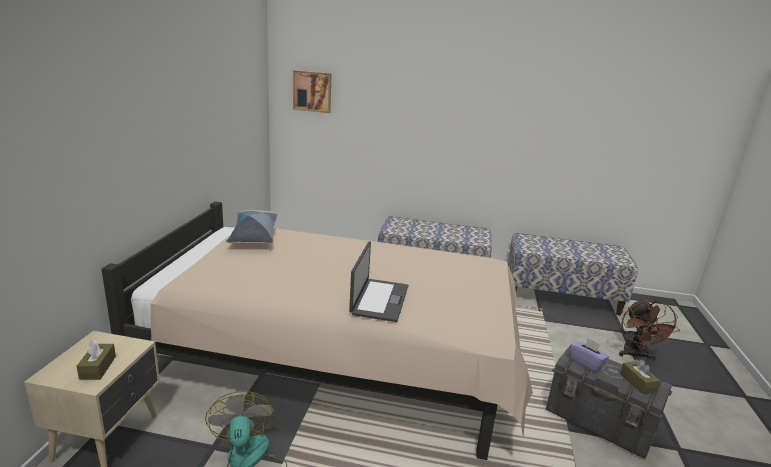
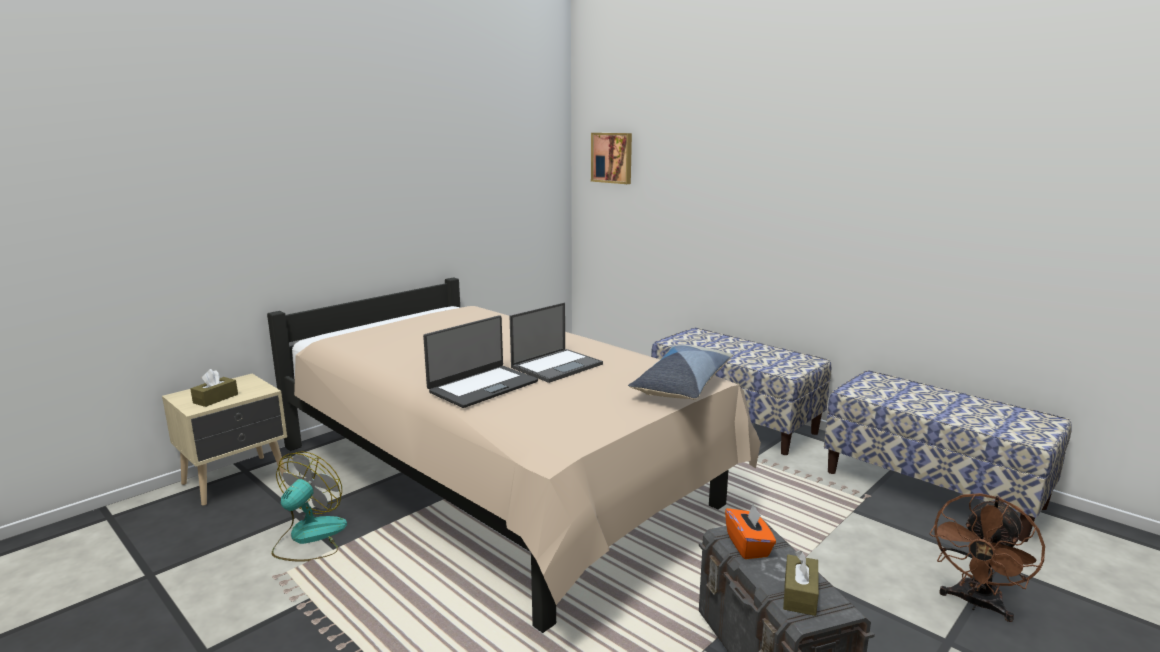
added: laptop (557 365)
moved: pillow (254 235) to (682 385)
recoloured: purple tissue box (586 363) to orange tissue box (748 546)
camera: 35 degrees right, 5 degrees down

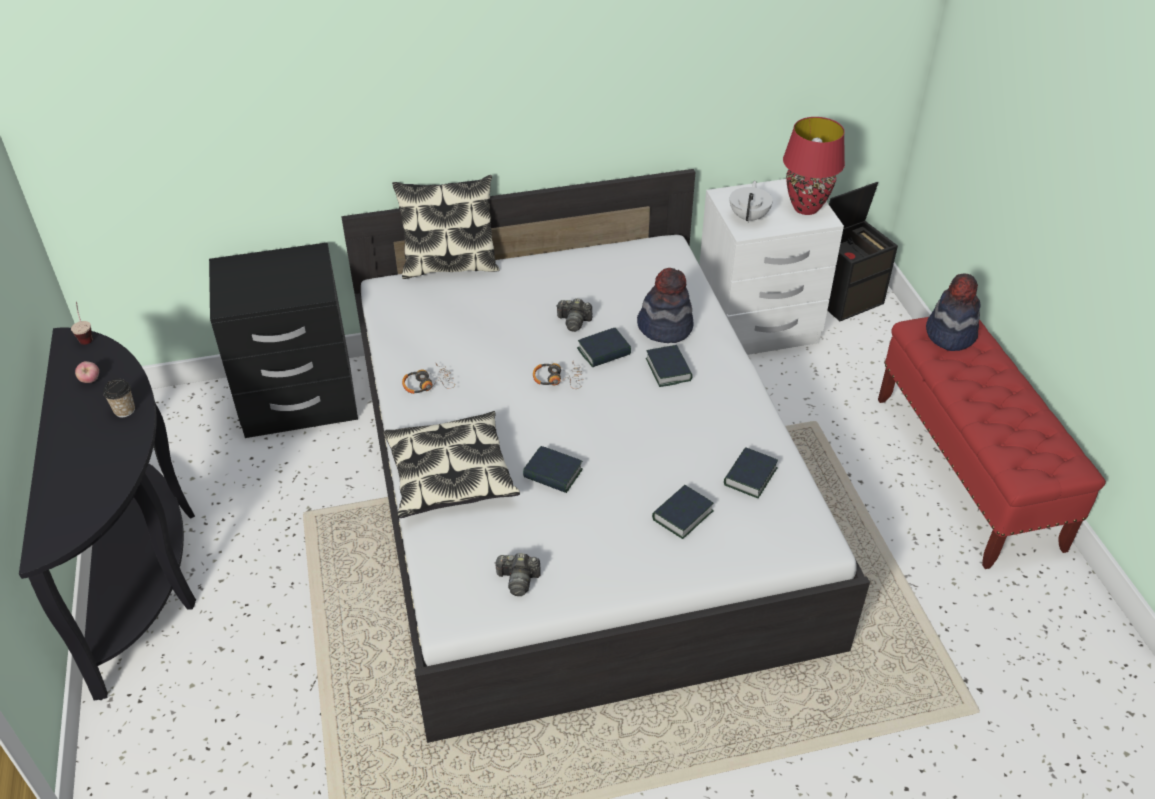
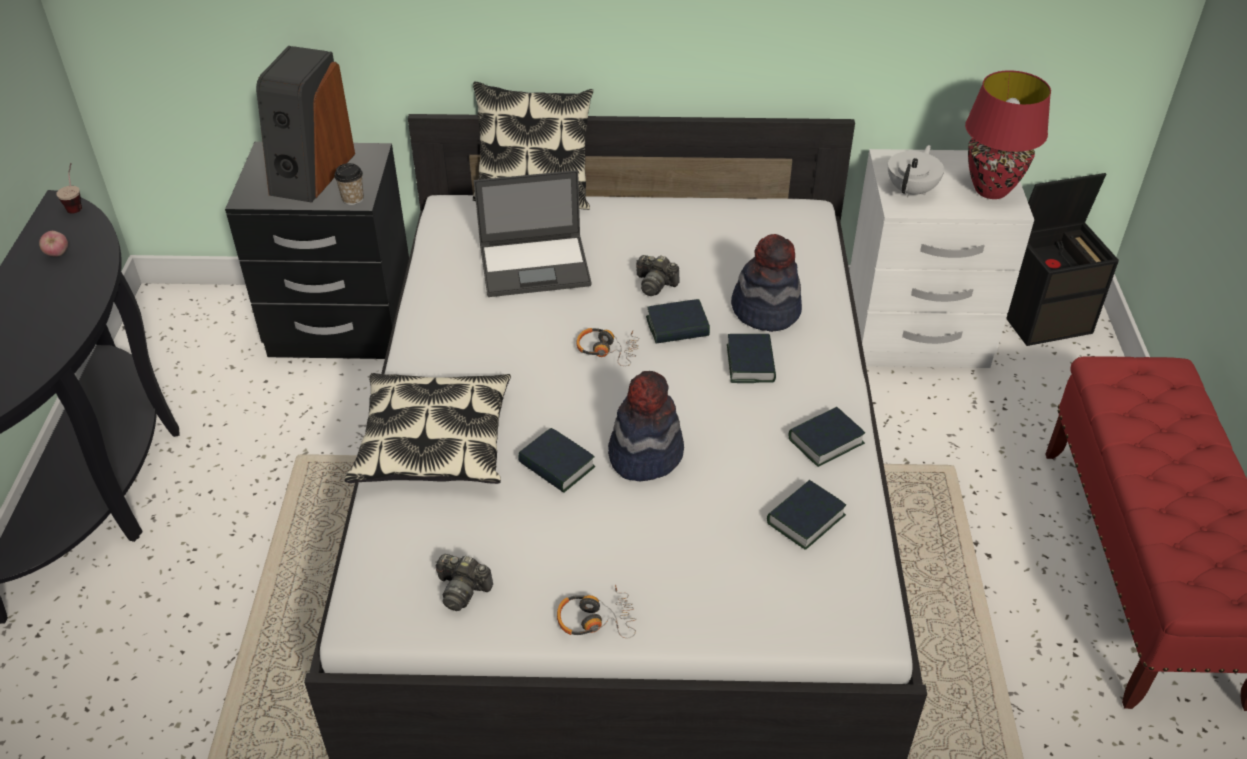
added: speaker (311 173); laptop (536 265)
moved: cup (124 410) to (353 199); headphones (428 384) to (596 619); book (682 515) to (825 441); hat (950 334) to (645 454)
camera: 15 degrees right, 0 degrees up

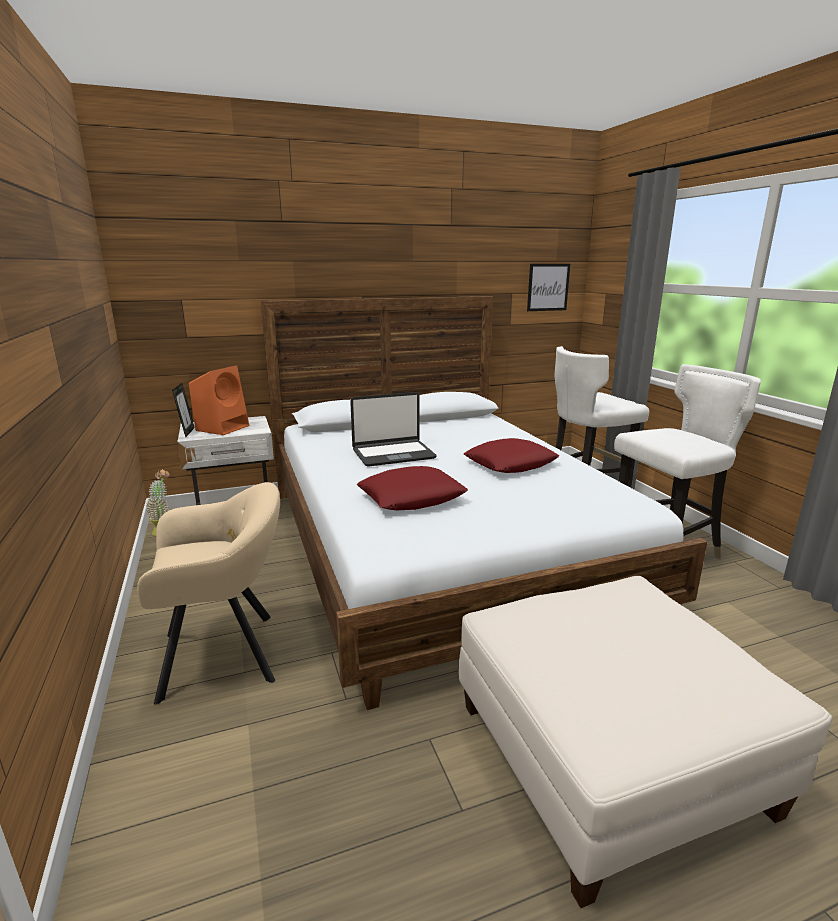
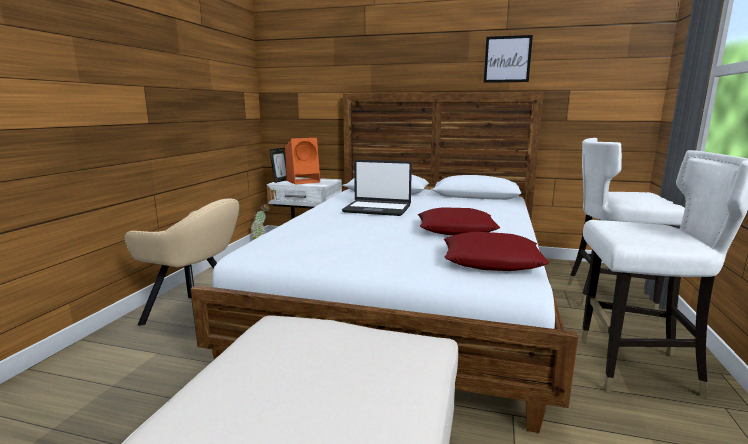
moved: red pillow (412 497) to (492 261); picture (548 287) to (507 59)
camera: 35 degrees right, 5 degrees down

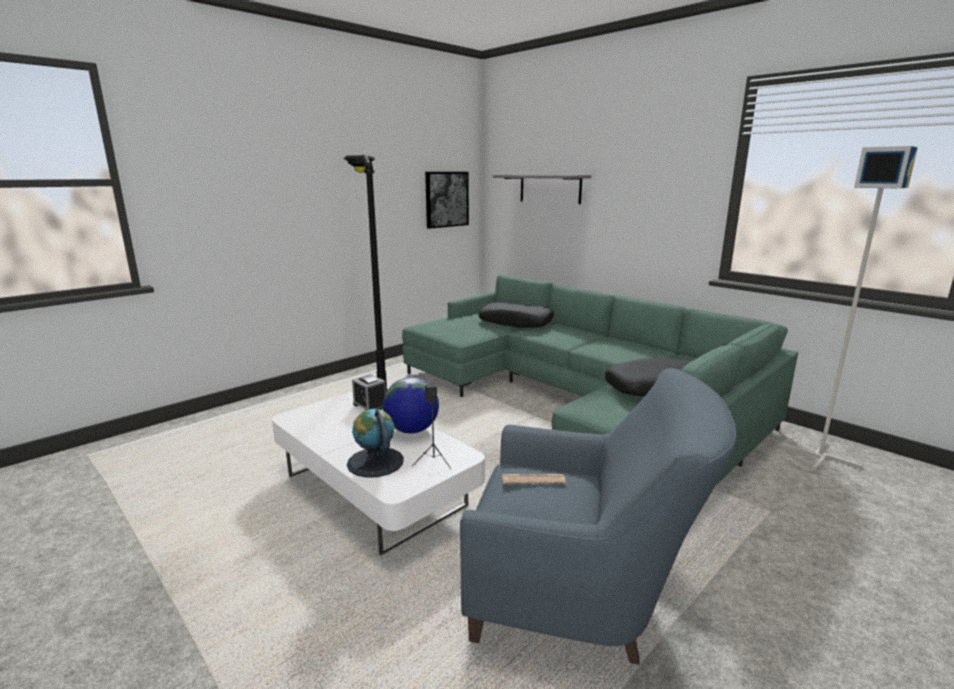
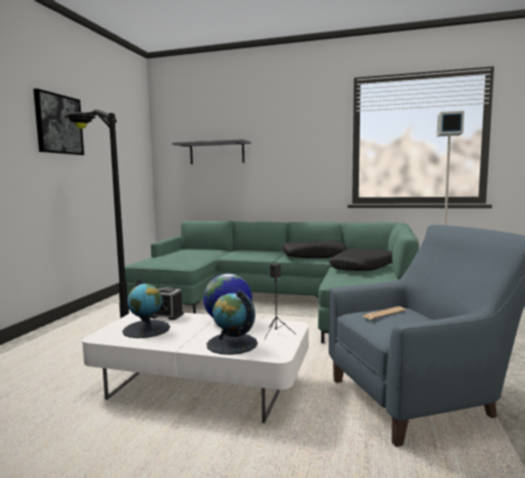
added: globe (146 329)
moved: picture (446 199) to (58 124); black pillow (516 322) to (314 256)
camera: 30 degrees left, 10 degrees down

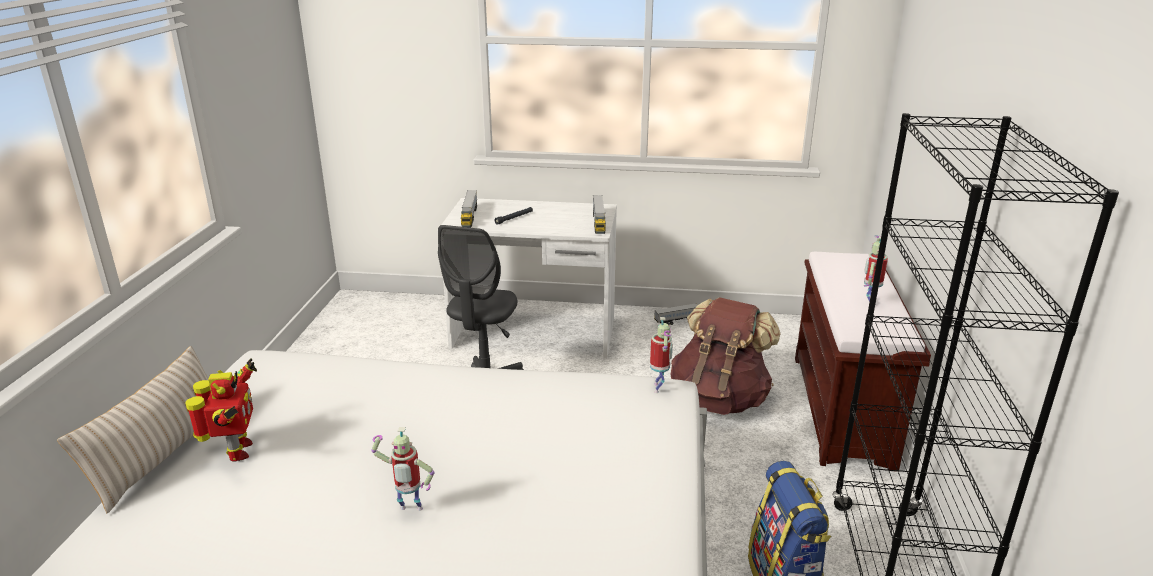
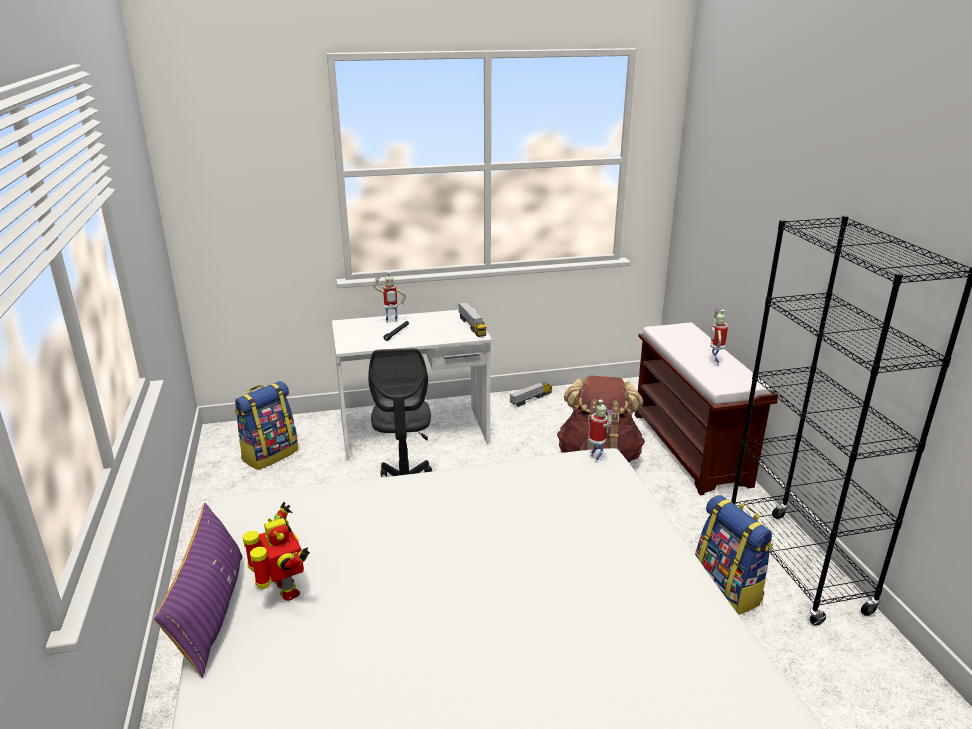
removed: toy truck (469 216)
added: backpack (270 454)
moved: toy robot (409 511) to (391 322)
recoloured: beige pillow (162 455) to purple pillow (211 612)
camera: 20 degrees left, 0 degrees up

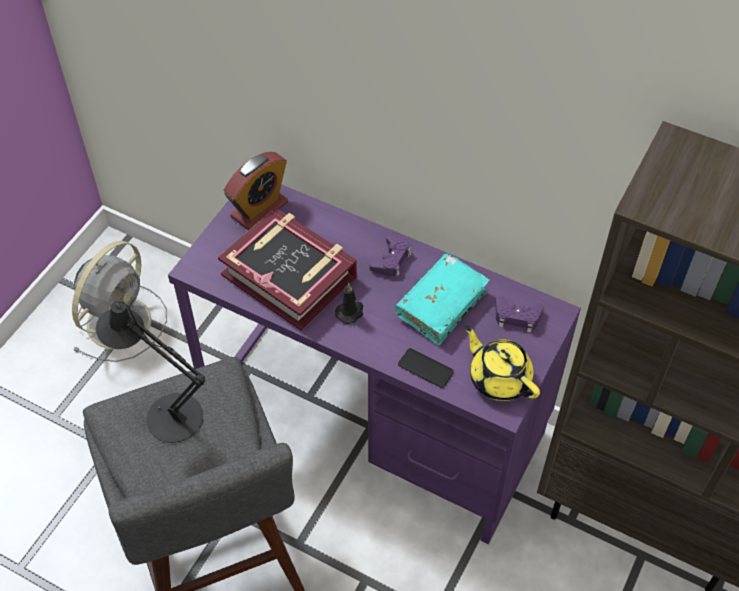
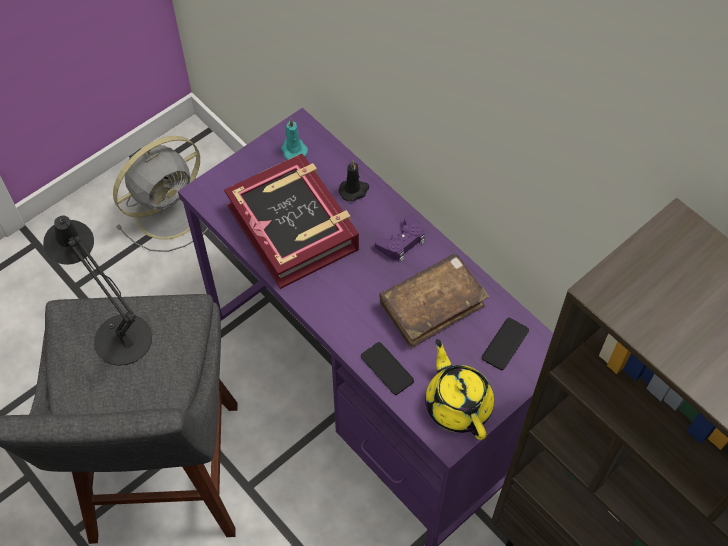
moved: black candle (350 312) to (354 190)
replaced: alarm clock (259 209) to turquoise candle (293 149); purple game controller (517 317) to phone (505 344)
recoloured: turquoise book (441 304) to brown book (432 306)
camera: 20 degrees right, 5 degrees up

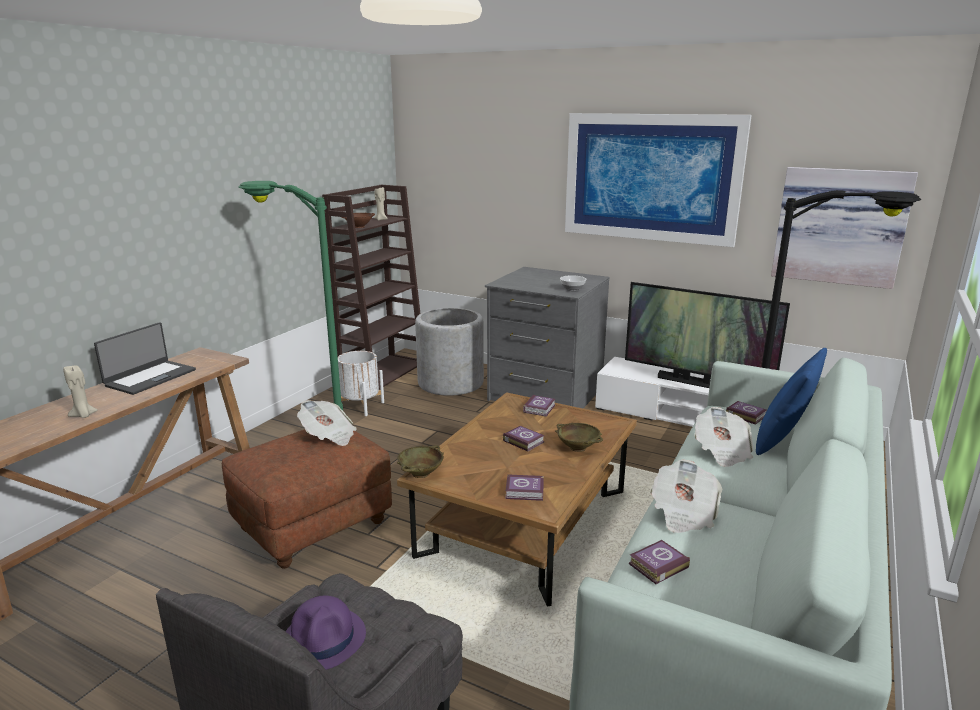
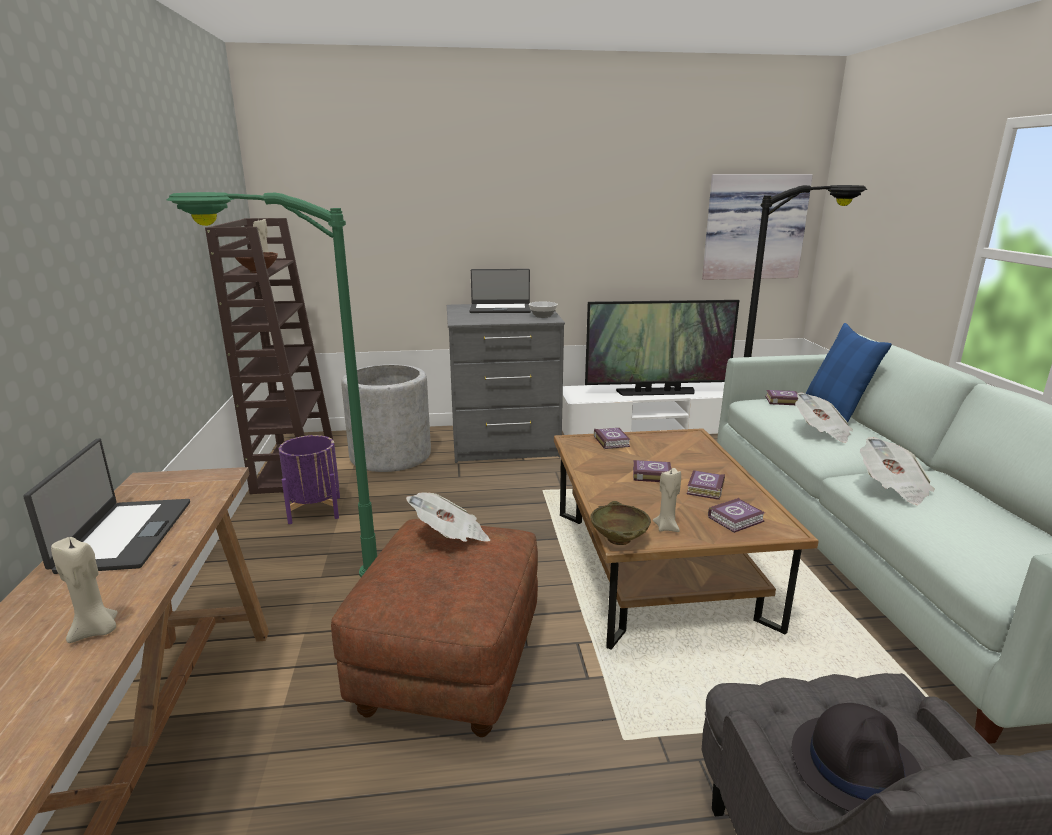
removed: beige bowl (577 447); picture (651 178)
added: laptop (500 309); beige candle (666 527)
moved: book (656 565) to (704 489)
recoloured: purple hat (324 639) to black hat (856 766); white planter (360 406) to purple planter (315 510)
camera: 35 degrees left, 0 degrees up

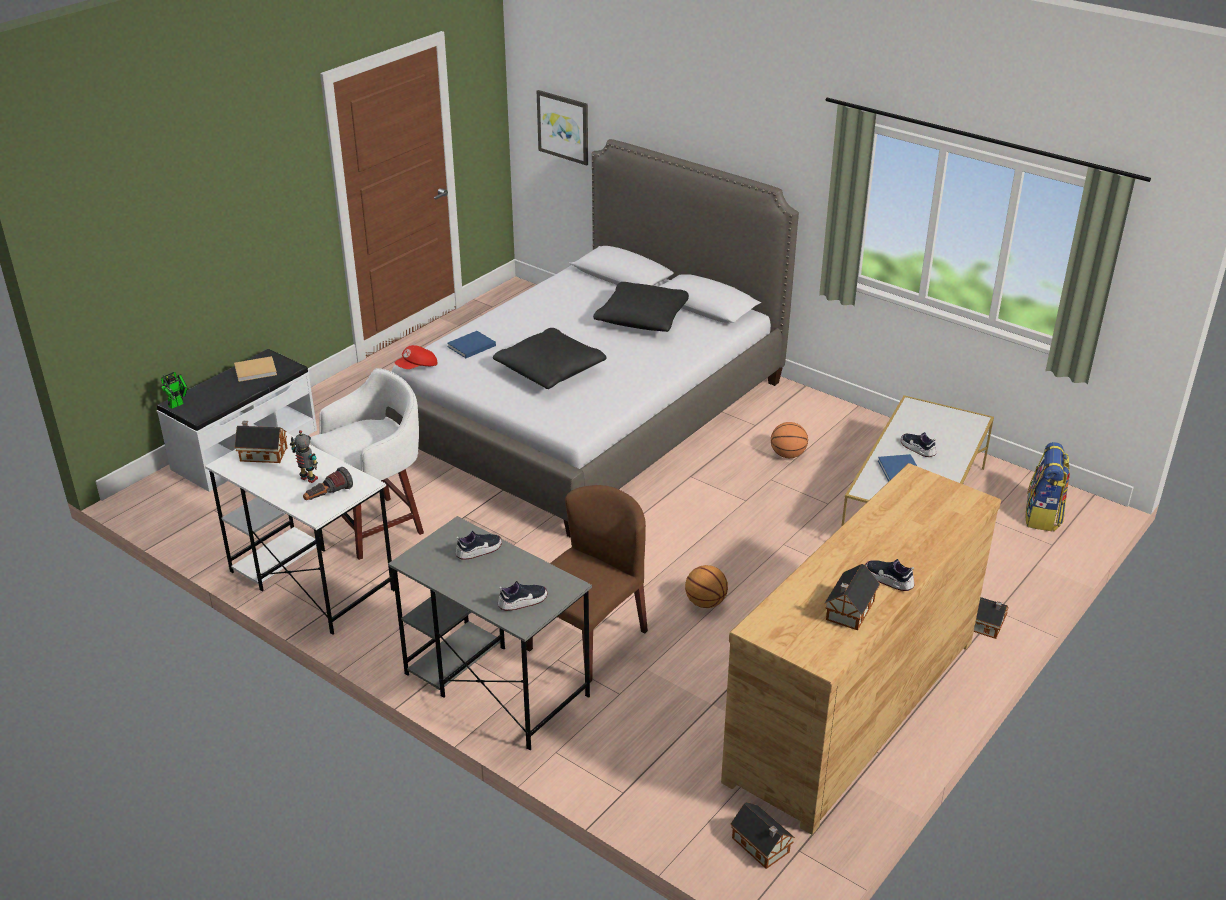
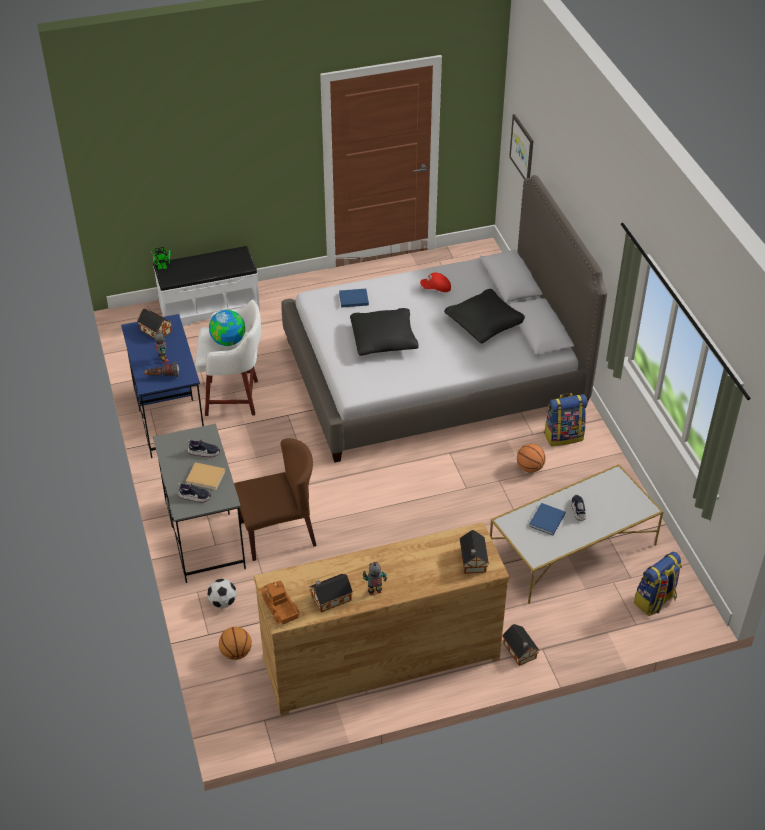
added: football (223 602); globe (228 341); toy truck (279 606); backpack (563 436)
moved: beige book (257 370) to (206 477); red cap (417 367) to (436 288); basketball (705 603) to (236 652); toy house (762 847) to (473 561)
replaced: shoe (888 580) to toy robot (374 592)
recoloured: white desk (310 580) to blue desk (169 416)
camera: 35 degrees right, 10 degrees up

